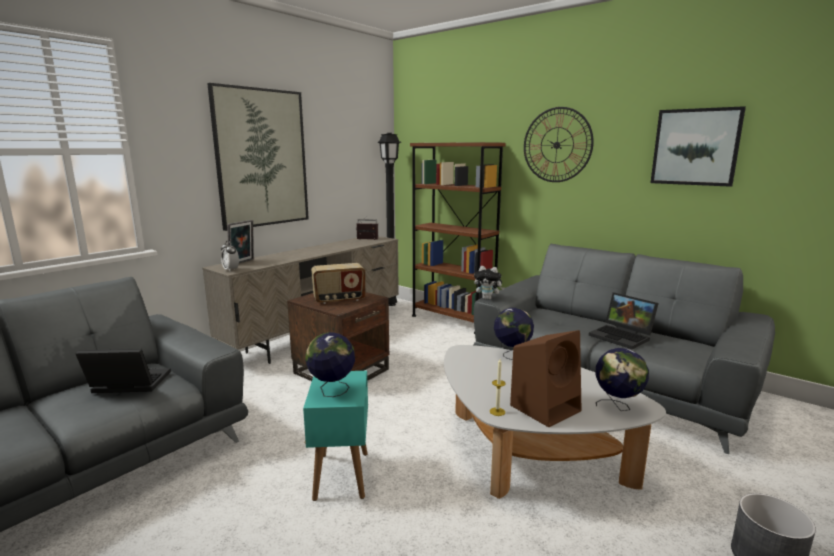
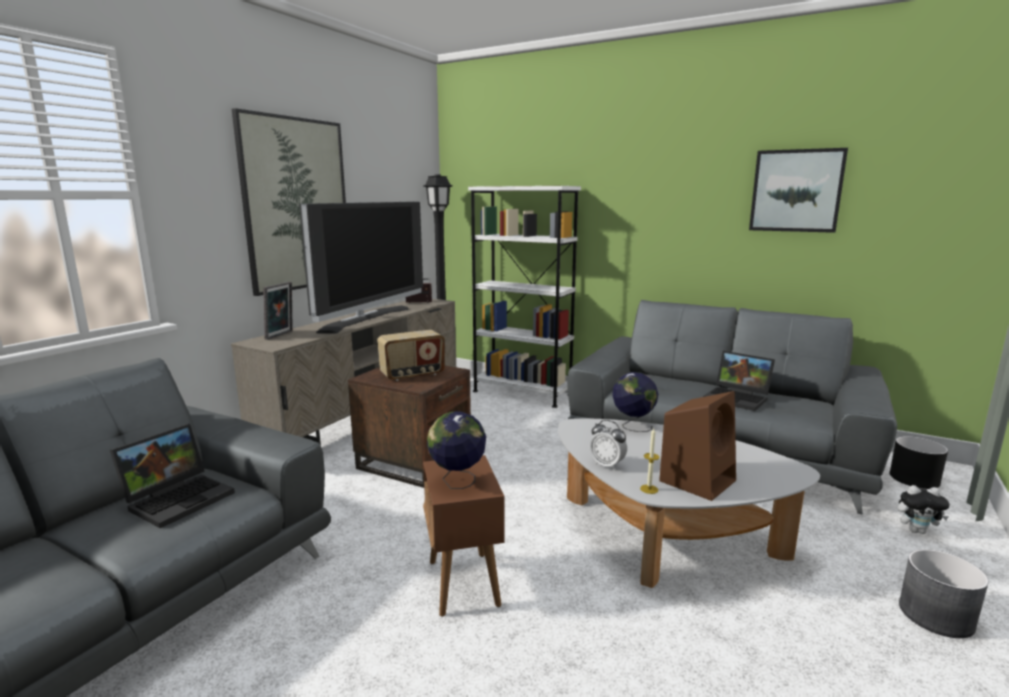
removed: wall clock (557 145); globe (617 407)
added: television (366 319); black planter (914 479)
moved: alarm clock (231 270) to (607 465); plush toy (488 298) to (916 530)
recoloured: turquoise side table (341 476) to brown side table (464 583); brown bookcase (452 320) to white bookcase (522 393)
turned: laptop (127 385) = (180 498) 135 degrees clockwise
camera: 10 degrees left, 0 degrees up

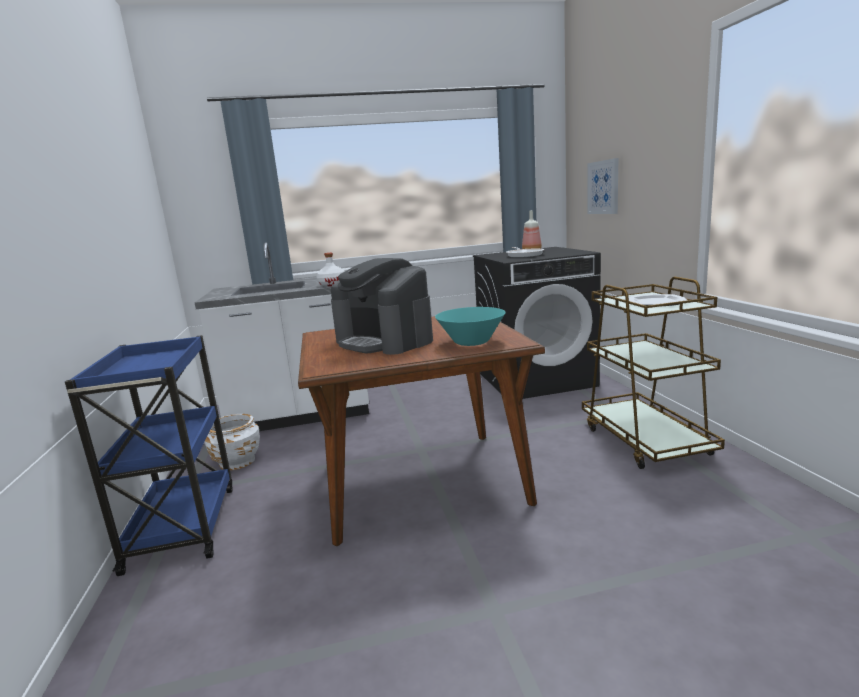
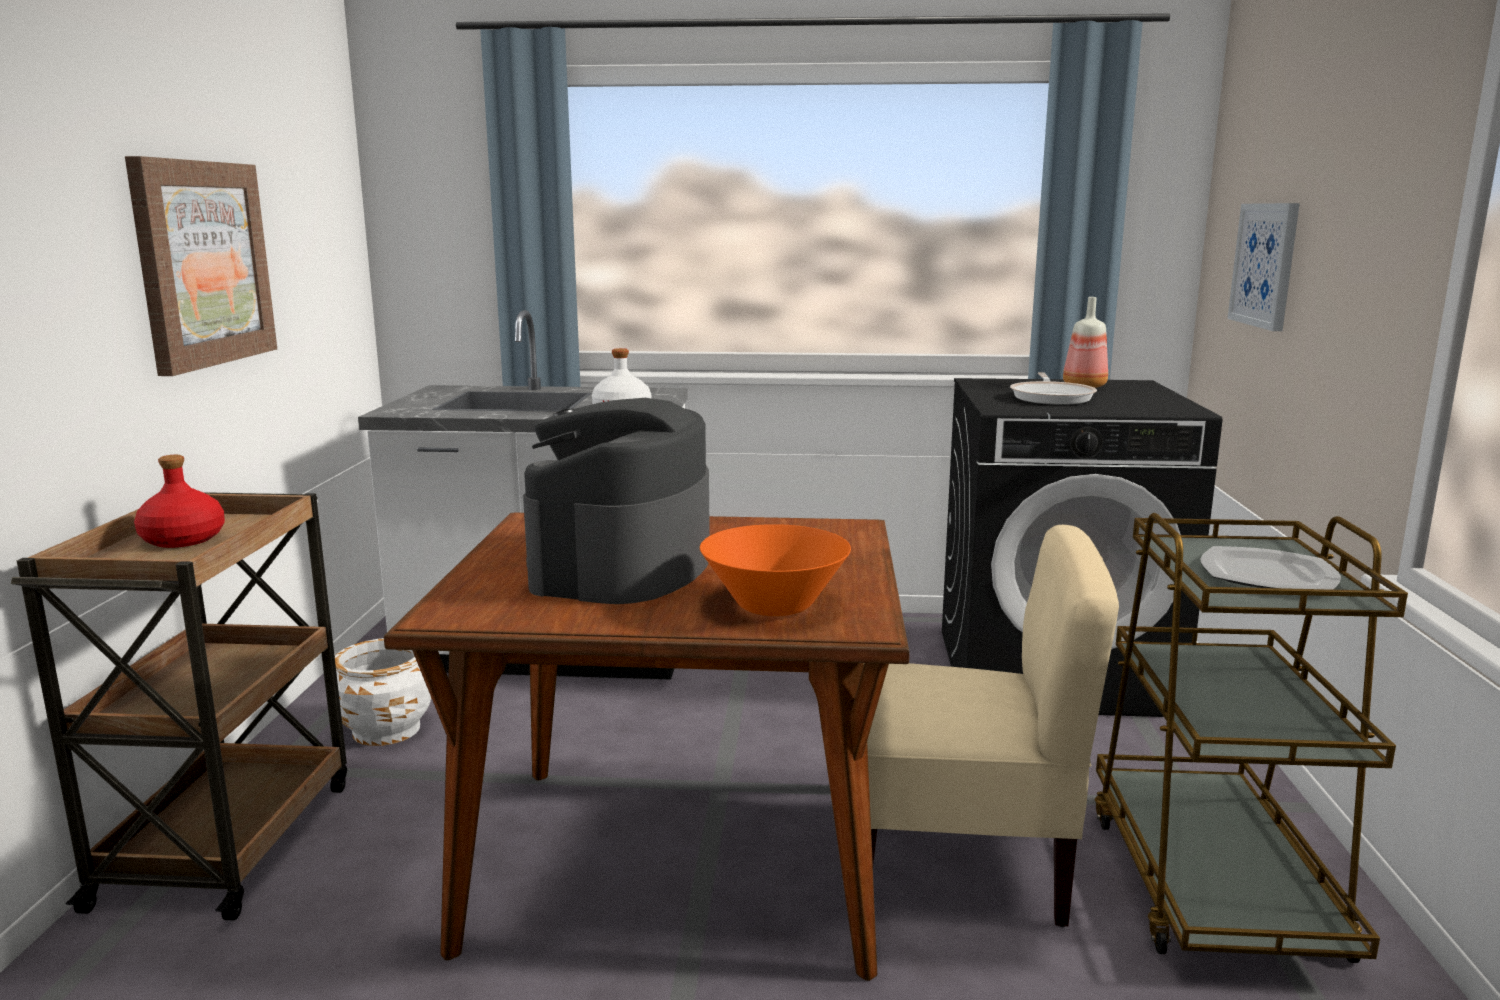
added: picture (202 263); red bottle (182 540); beige chair (958 864)
recoloured: blue cart (183 525) to brown cart (229 840); turquoise bowl (471 342) to orange bowl (774 606)
turned: coffee machine (385 341) = (622 566) 45 degrees clockwise
camera: 15 degrees right, 0 degrees up

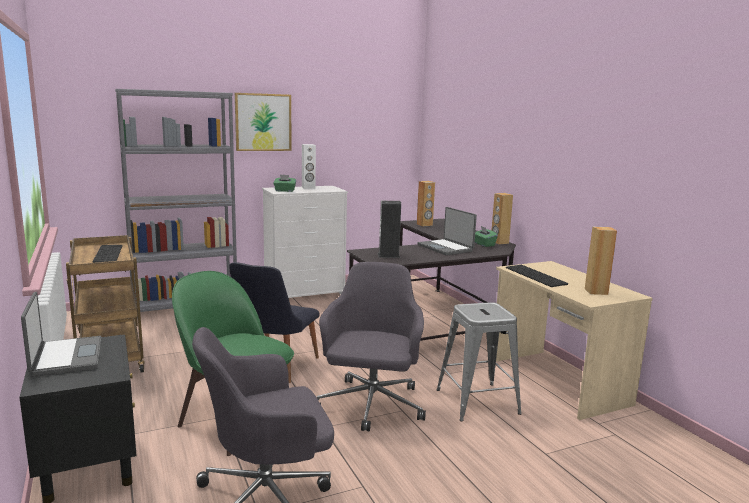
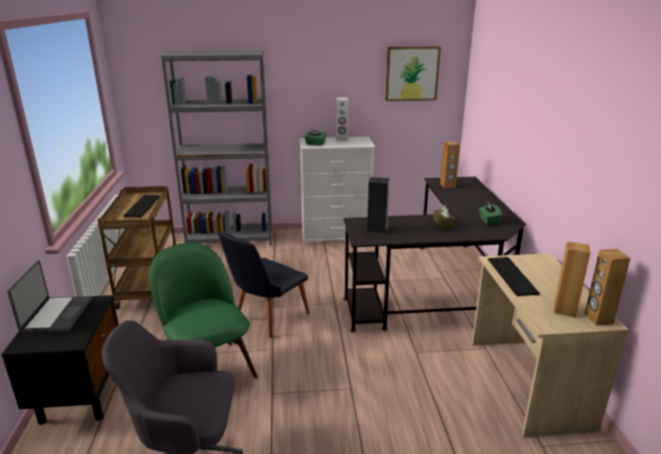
removed: grey office chair (371 406); grey stool (477 401)
moved: picture (263 122) to (412 73); brown speaker (499 242) to (598 319)
replaced: laptop (446 248) to brown tissue box (443 223)
camera: 20 degrees right, 10 degrees up

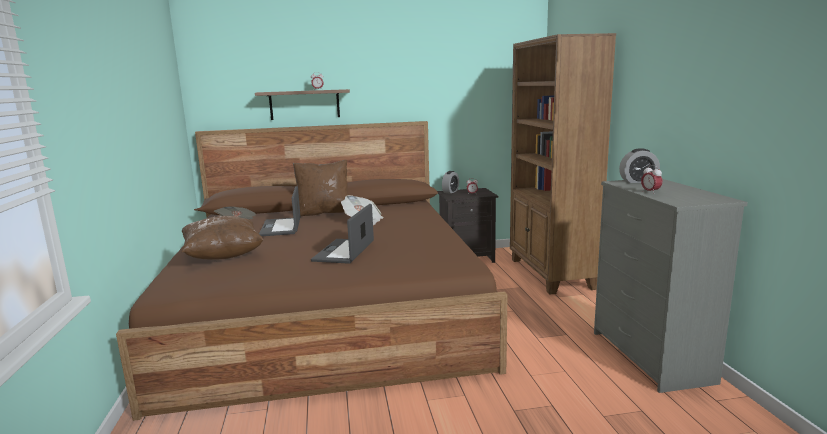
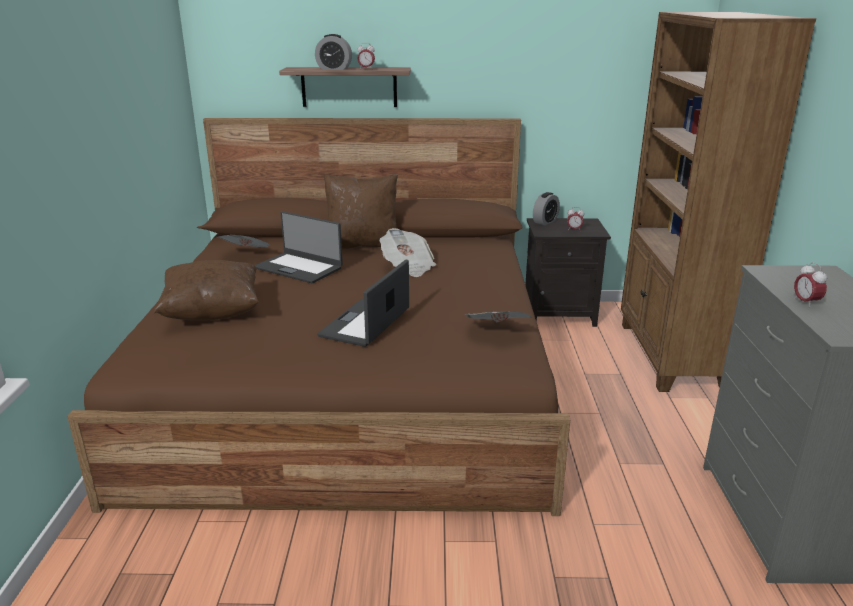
added: newspaper (497 332)
moved: alarm clock (638 181) to (334 69)
turned: laptop (281 227) = (299 268) 60 degrees counterclockwise
camera: 10 degrees right, 10 degrees up

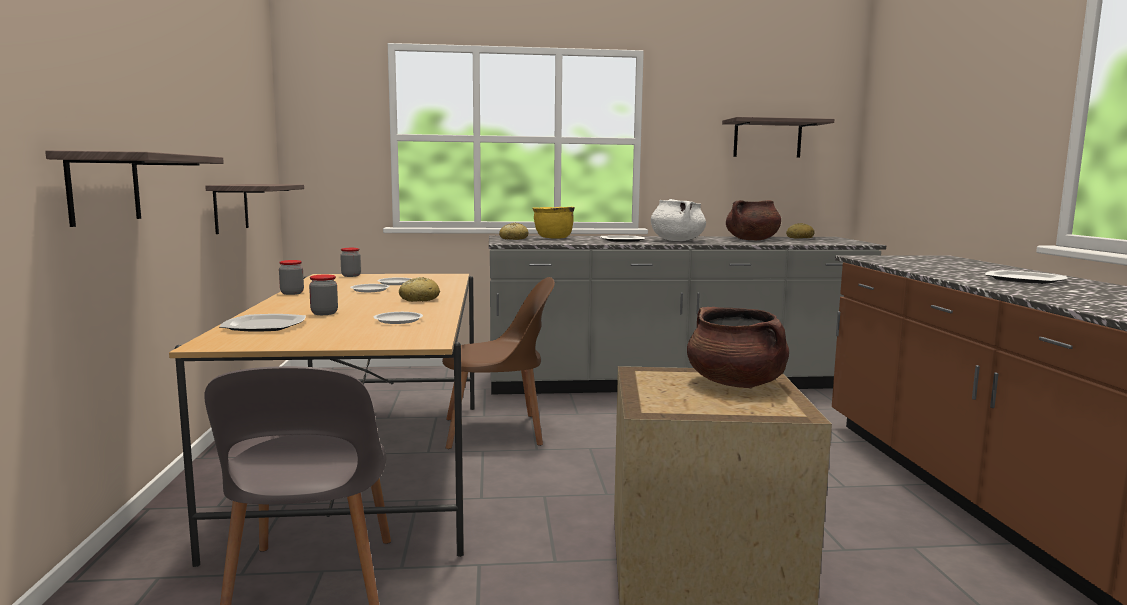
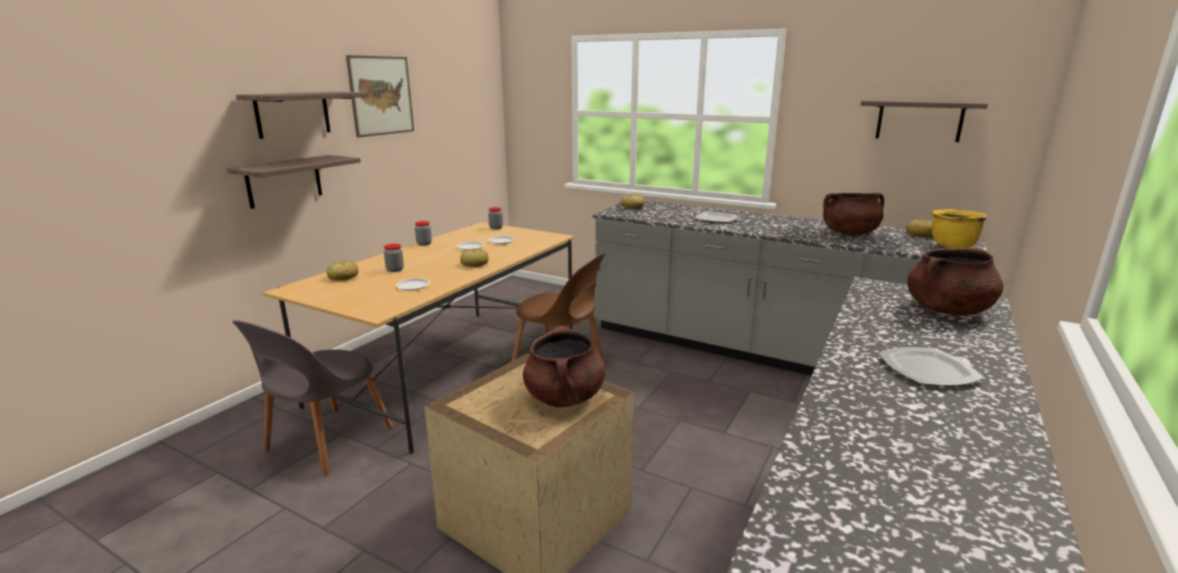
removed: white cooking pot (677 240)
added: picture (381 95); brown cooking pot (947 310)
moved: shelf (230 207) to (293 114); yellow cooking pot (553 238) to (952 246)
replaced: plate (263 326) to bread (343 277)
camera: 35 degrees right, 10 degrees up

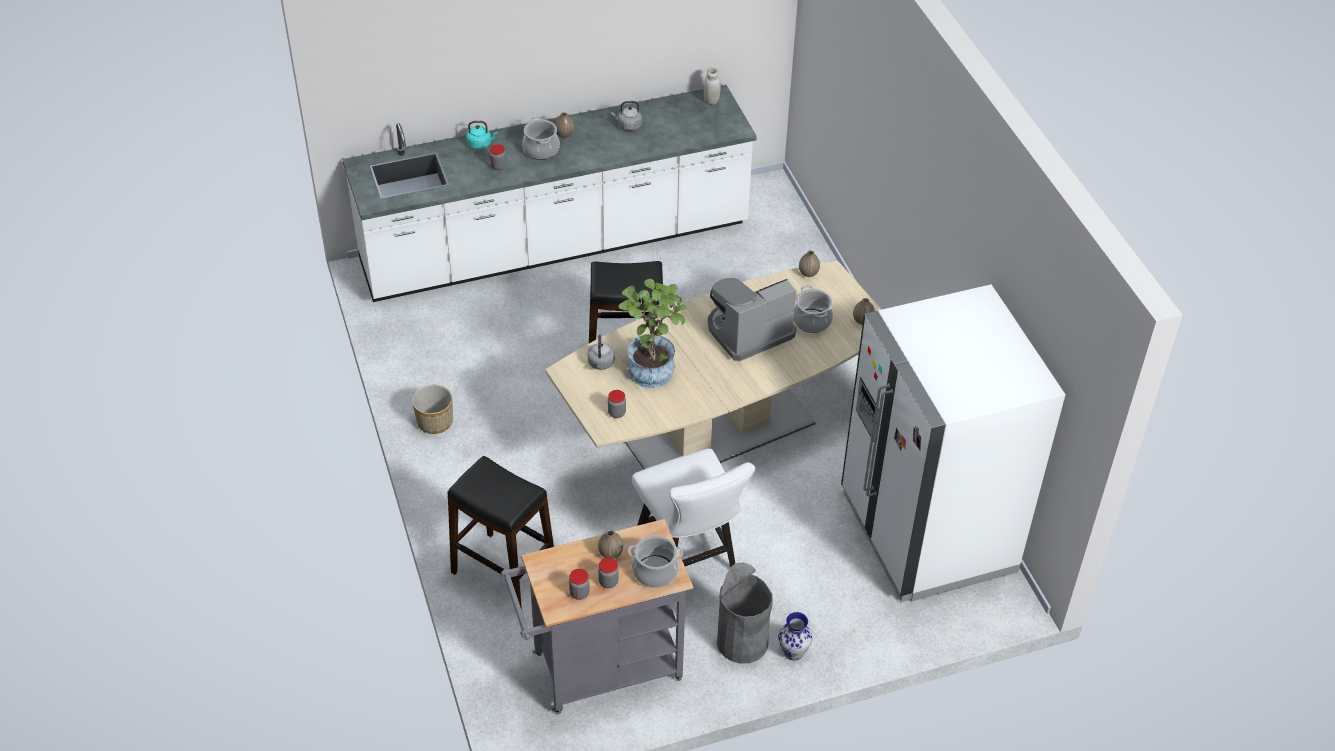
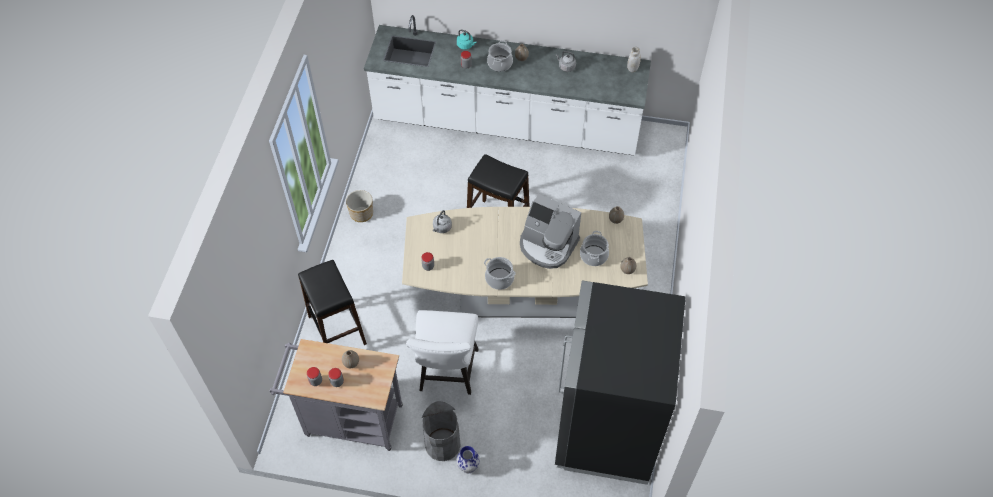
removed: potted plant (652 366)
moved: cooking pot (655 571) to (499 278)
recoloured: white fridge (927 532) to black fridge (606 427)
turned: coffee machine (748 331) = (547 245) 150 degrees counterclockwise
camera: 30 degrees right, 10 degrees up

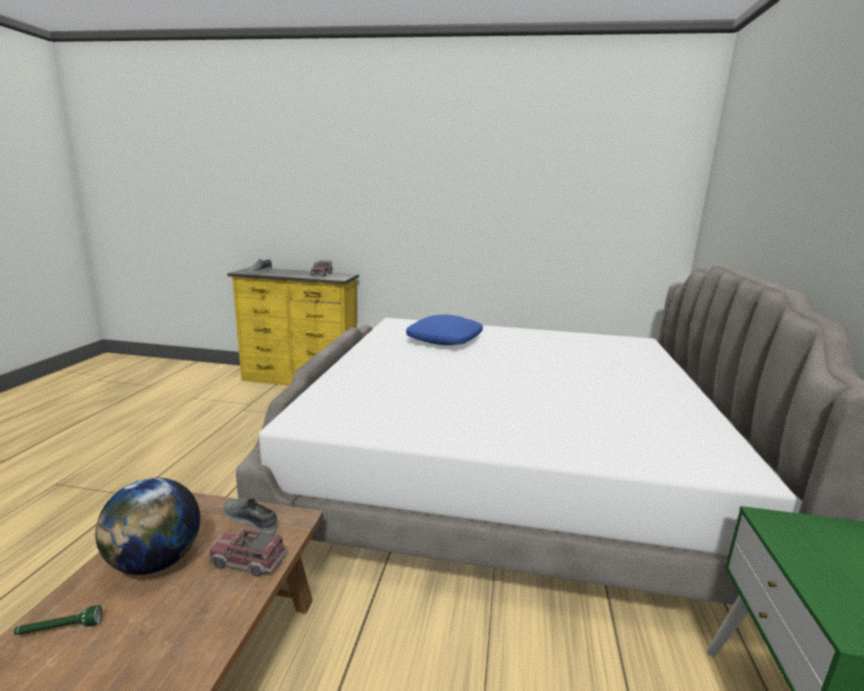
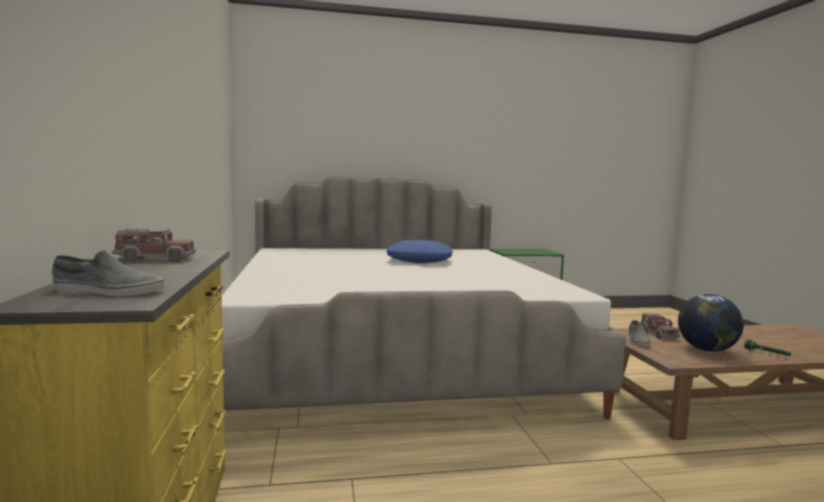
moved: blue pillow (445 340) to (420 260)
camera: 110 degrees left, 10 degrees down

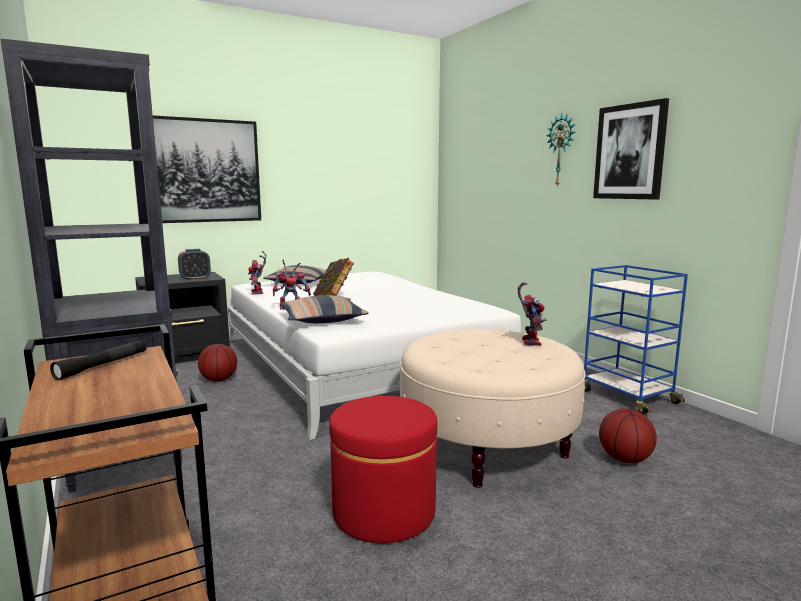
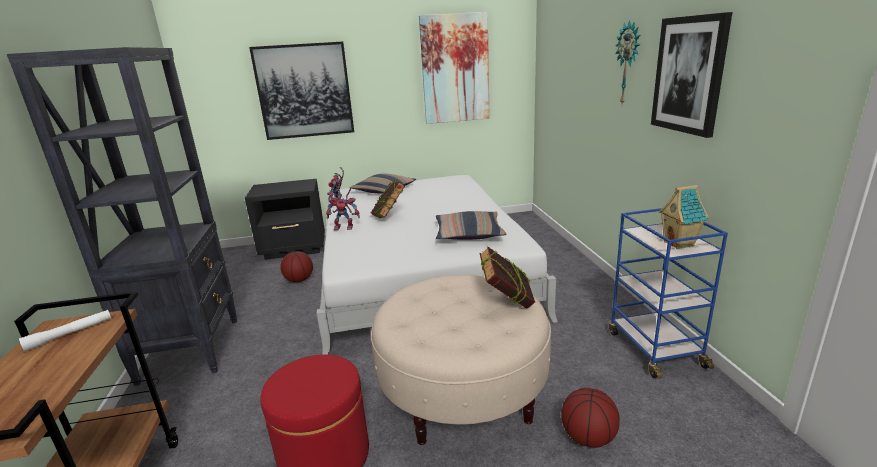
removed: alarm clock (195 279)
added: picture (455 69); toy house (679 244)
moved: pillow (322 319) to (469 234)
replaced: toy robot (528 341) to book (506 302)
recoloured: black flashlight (103 365) to white flashlight (70 334)
camera: 20 degrees right, 10 degrees up

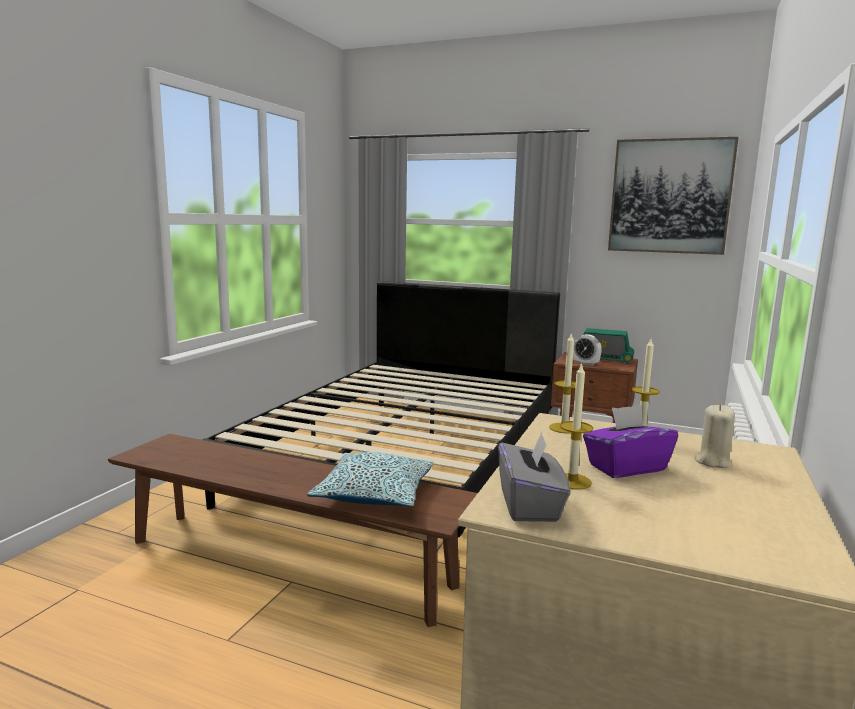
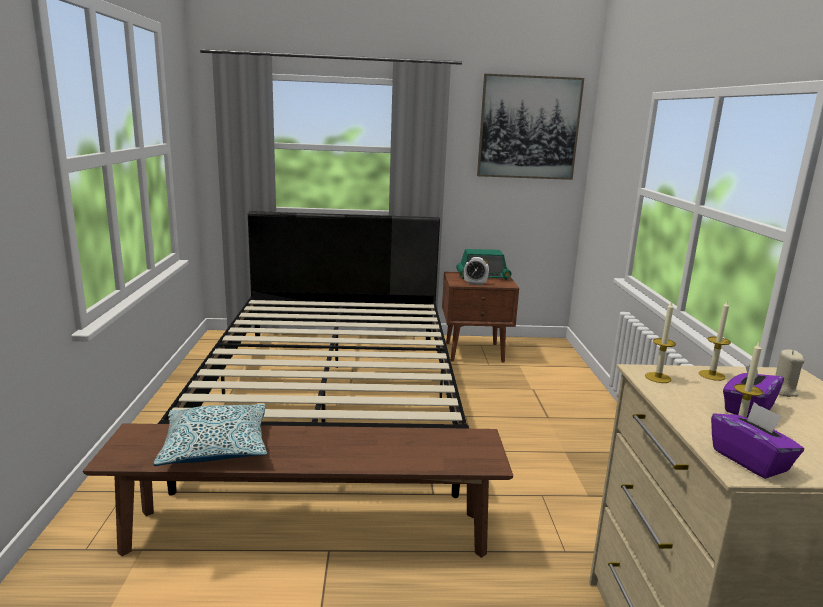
moved: pillow (375 493) to (216 446)
recoloured: grey tissue box (530 505) to purple tissue box (750 460)
camera: 25 degrees left, 5 degrees up

